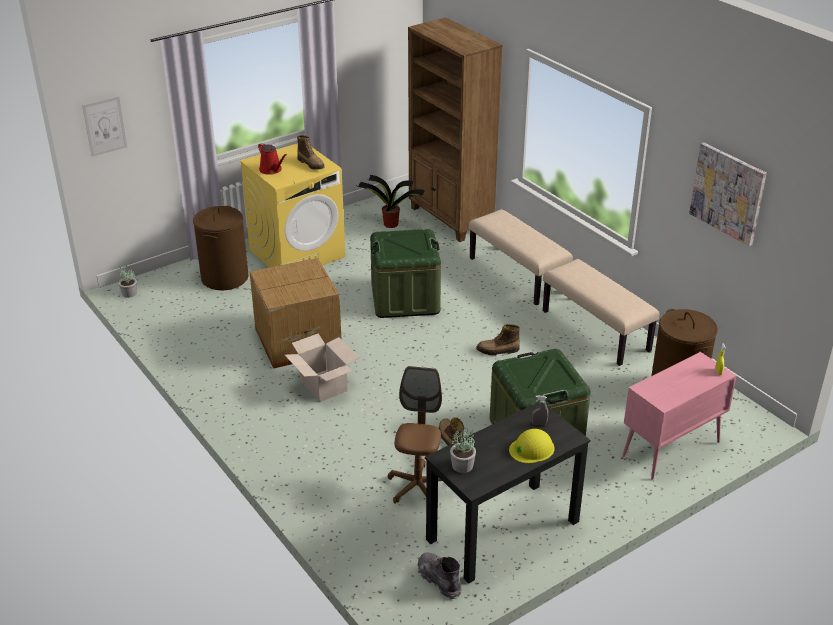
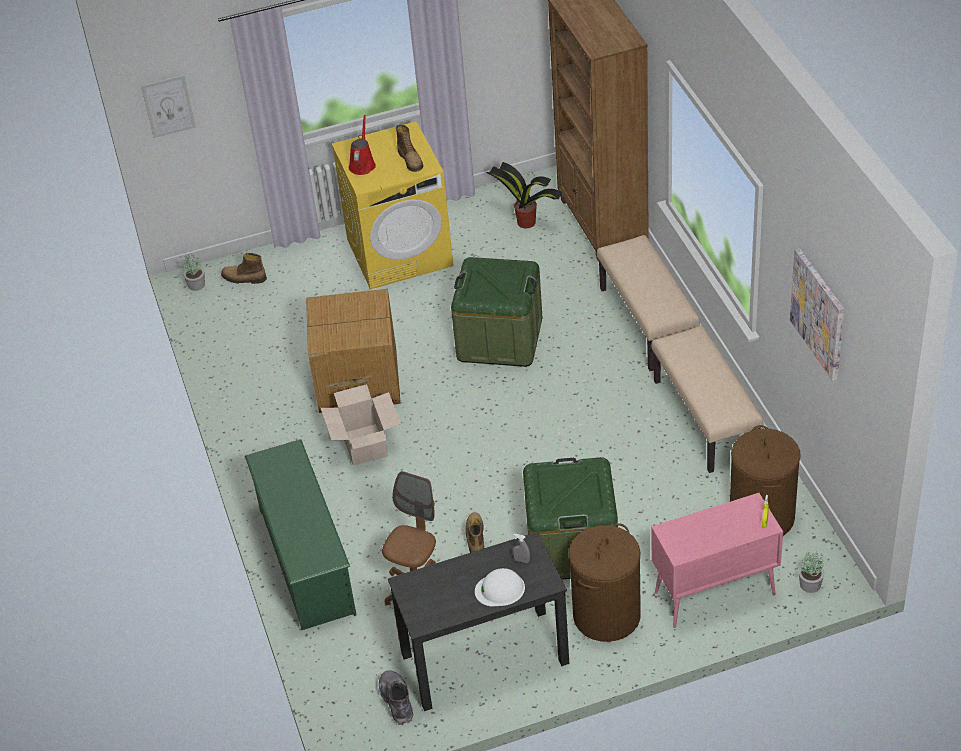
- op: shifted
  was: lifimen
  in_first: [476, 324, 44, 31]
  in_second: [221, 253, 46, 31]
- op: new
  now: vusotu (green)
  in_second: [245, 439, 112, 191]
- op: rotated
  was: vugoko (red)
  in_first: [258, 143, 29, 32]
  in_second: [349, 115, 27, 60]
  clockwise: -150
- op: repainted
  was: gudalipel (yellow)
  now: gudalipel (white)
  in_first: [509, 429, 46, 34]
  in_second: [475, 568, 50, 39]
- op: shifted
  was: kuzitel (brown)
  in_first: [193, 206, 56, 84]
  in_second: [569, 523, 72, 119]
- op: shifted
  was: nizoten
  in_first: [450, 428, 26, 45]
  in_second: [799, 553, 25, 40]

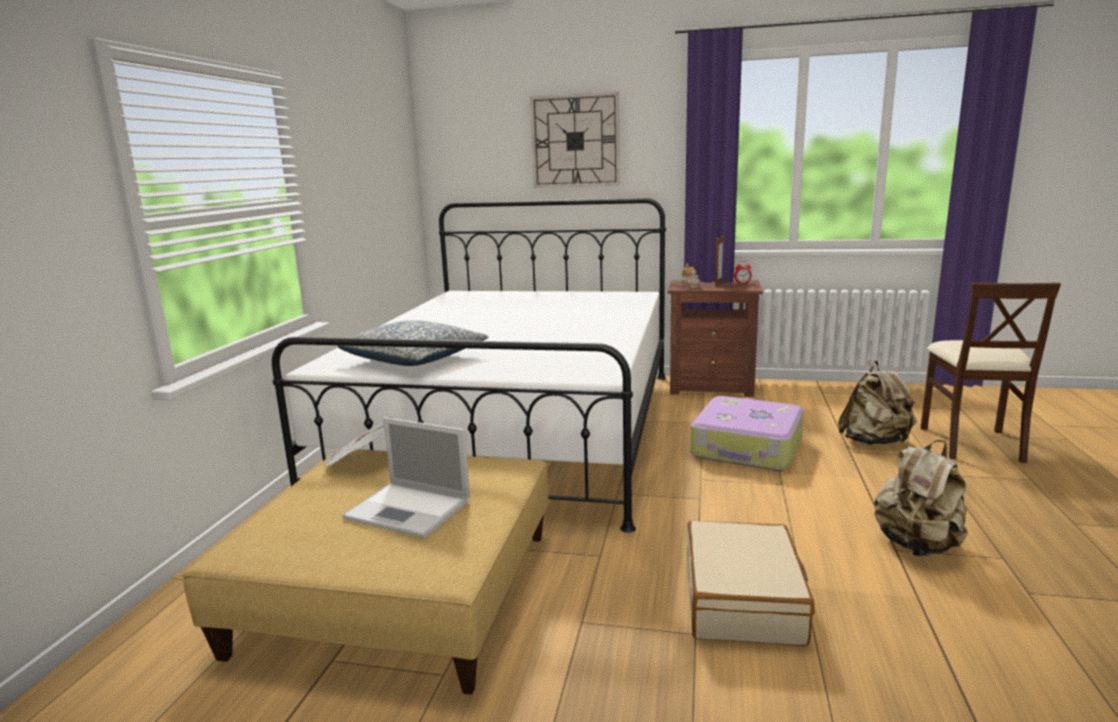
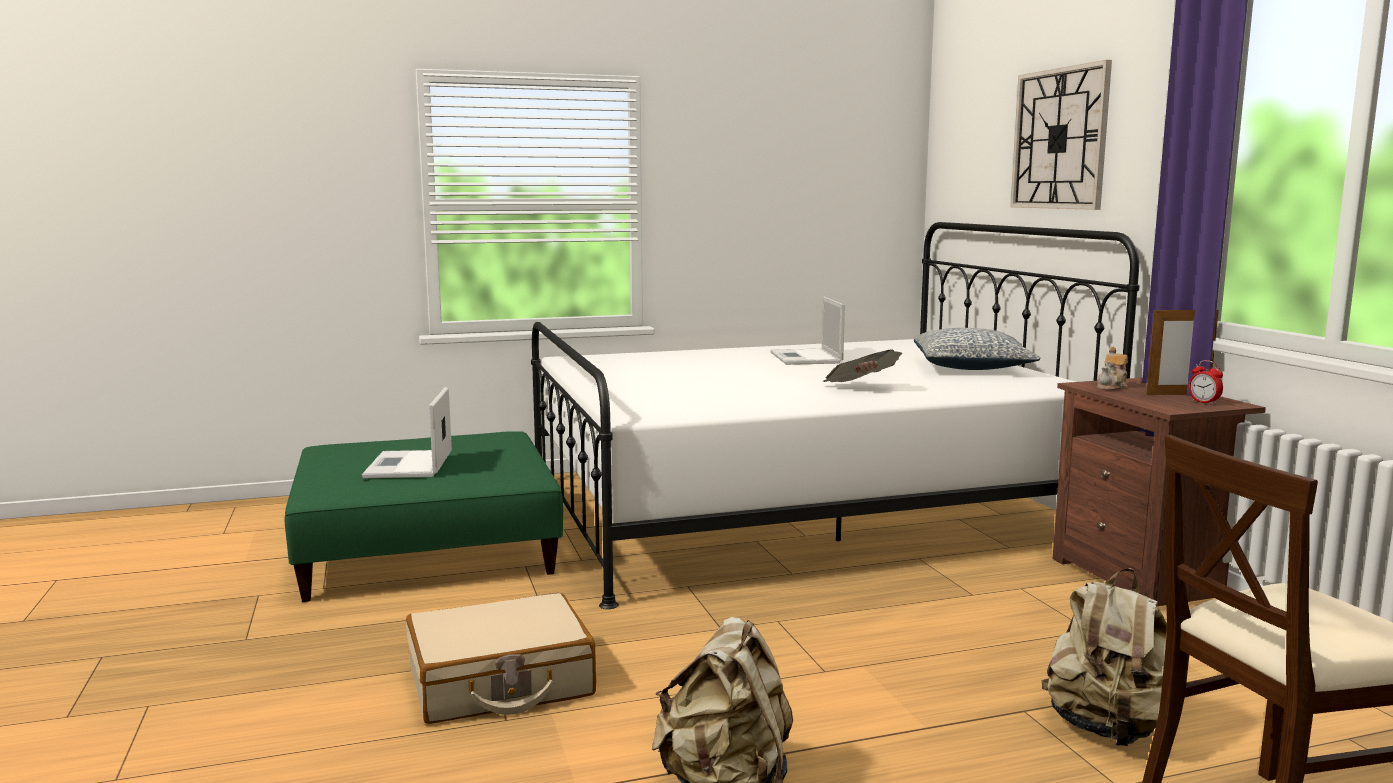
- op: repainted
  was: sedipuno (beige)
  now: sedipuno (green)
  in_first: [181, 449, 368, 246]
  in_second: [284, 431, 279, 171]
- op: new
  now: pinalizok
  in_second: [770, 296, 75, 69]
- op: shifted
  was: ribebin
  in_first: [323, 417, 71, 52]
  in_second: [823, 349, 79, 33]
- op: shifted
  was: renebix
  in_first: [338, 320, 151, 46]
  in_second: [914, 328, 127, 42]
- op: gone
  was: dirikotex
  in_first: [690, 396, 114, 75]

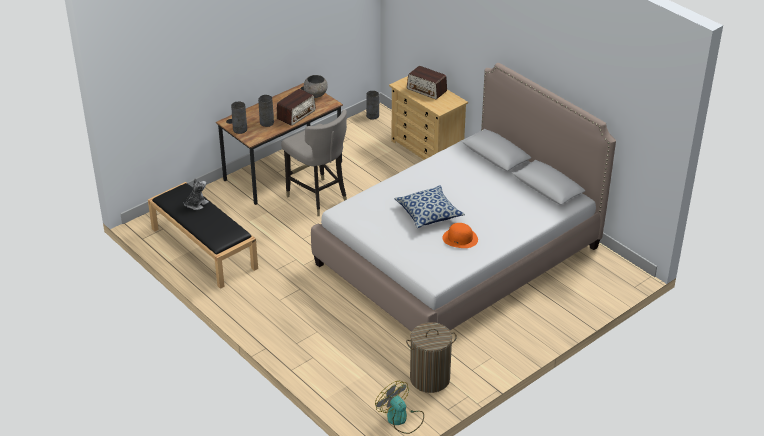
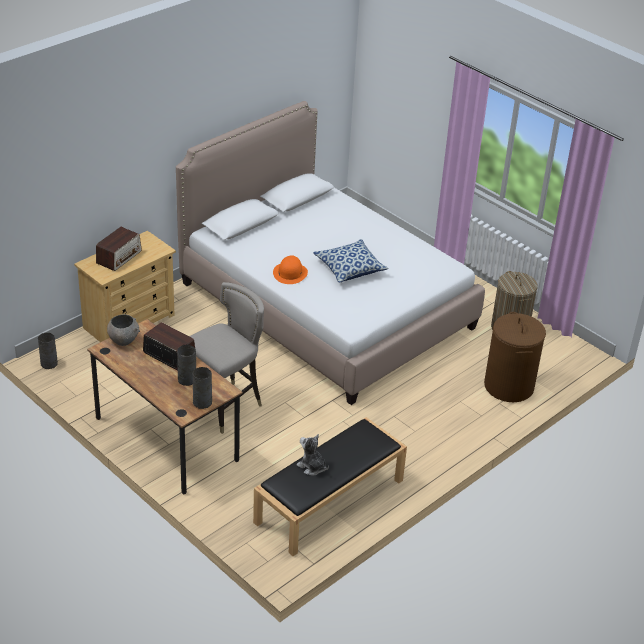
- op: shifted
  was: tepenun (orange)
  in_first: [442, 223, 36, 25]
  in_second: [273, 255, 35, 29]
- op: new
  now: kuzitel (brown)
  in_second: [484, 312, 62, 90]
- op: gone
  was: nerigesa
  in_first: [375, 381, 49, 53]

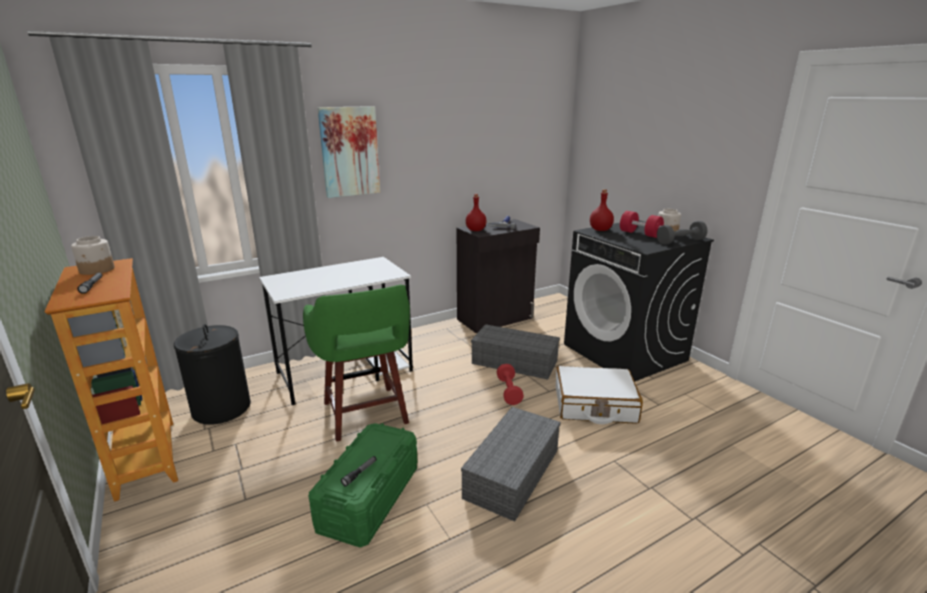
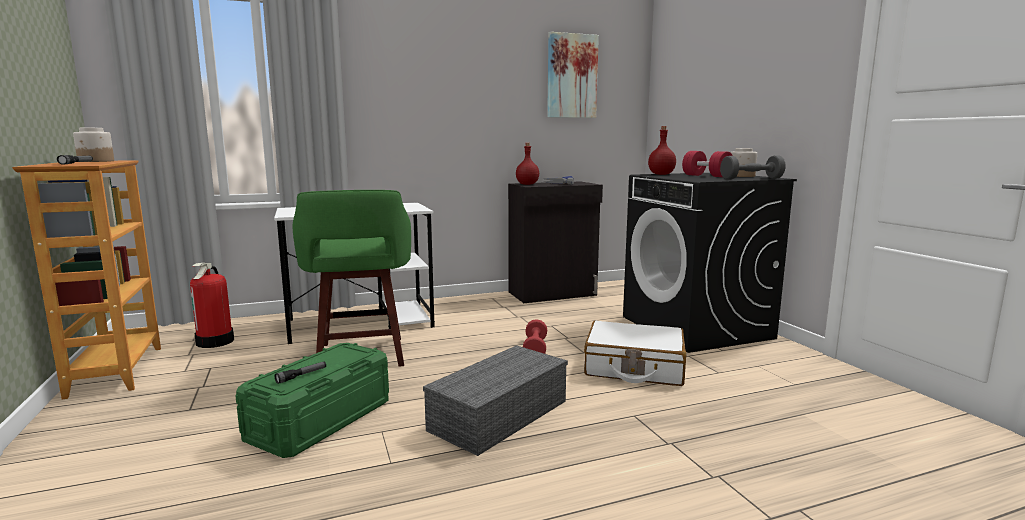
- op: swapped
  was: kuzitel (black)
  now: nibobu
  in_first: [174, 324, 77, 101]
  in_second: [190, 263, 44, 85]
- op: shifted
  was: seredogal
  in_first: [318, 106, 62, 92]
  in_second: [547, 32, 52, 86]
- op: gone
  was: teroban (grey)
  in_first: [471, 324, 89, 56]

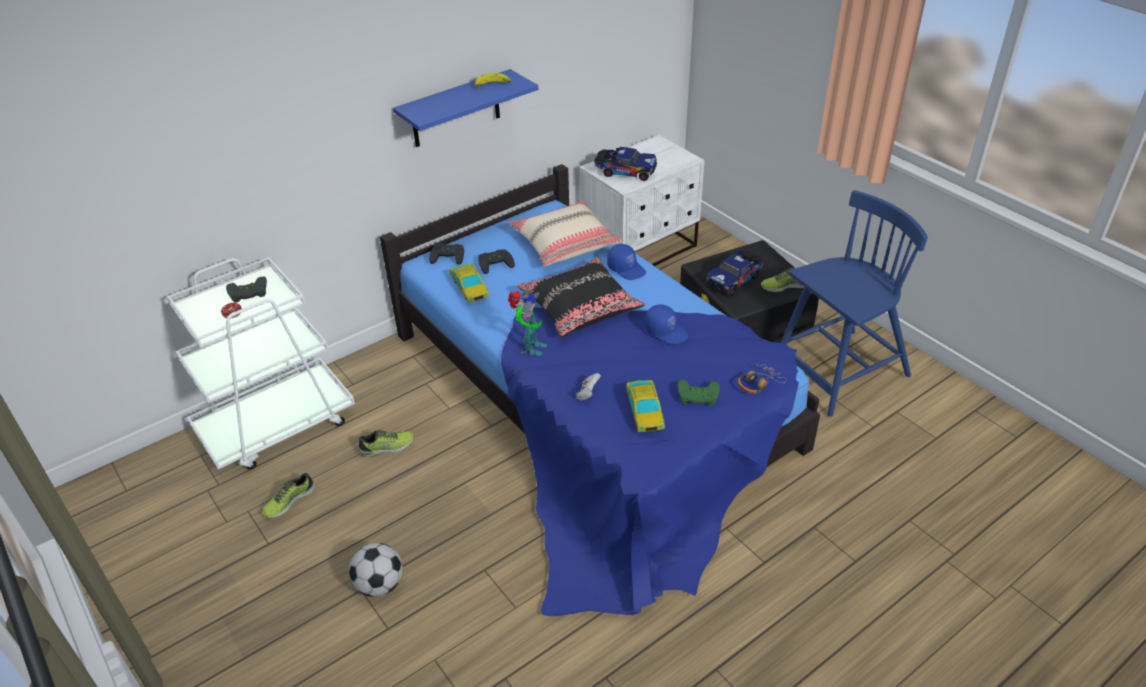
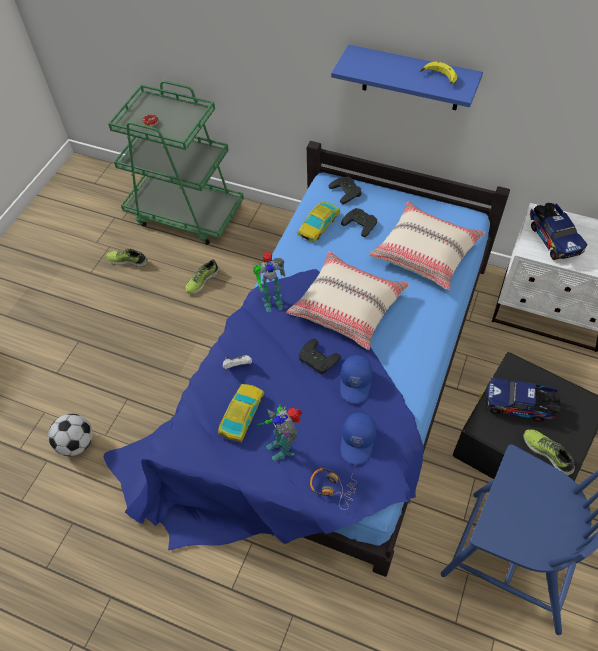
- op: shifted
  was: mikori
  in_first: [349, 543, 54, 54]
  in_second: [48, 414, 45, 42]
- op: repainted
  was: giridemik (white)
  now: giridemik (green)
  in_first: [167, 257, 188, 213]
  in_second: [108, 81, 136, 164]
- op: rotated
  was: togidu
  in_first: [358, 430, 56, 27]
  in_second: [185, 260, 34, 34]
  clockwise: 90
- op: rotated
  was: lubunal
  in_first: [626, 380, 39, 52]
  in_second: [218, 384, 47, 59]
  clockwise: 150
- op: swapped
  was: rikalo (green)
  now: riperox
  in_first: [678, 379, 42, 26]
  in_second: [258, 405, 44, 56]
- op: repainted
  was: renebix (black)
  now: renebix (beige)
  in_first: [517, 257, 128, 80]
  in_second: [286, 252, 123, 98]
- op: shifted
  was: rikalo (black)
  in_first: [226, 276, 41, 27]
  in_second: [299, 339, 42, 36]
- op: shifted
  was: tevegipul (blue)
  in_first: [607, 244, 39, 36]
  in_second: [341, 413, 35, 51]

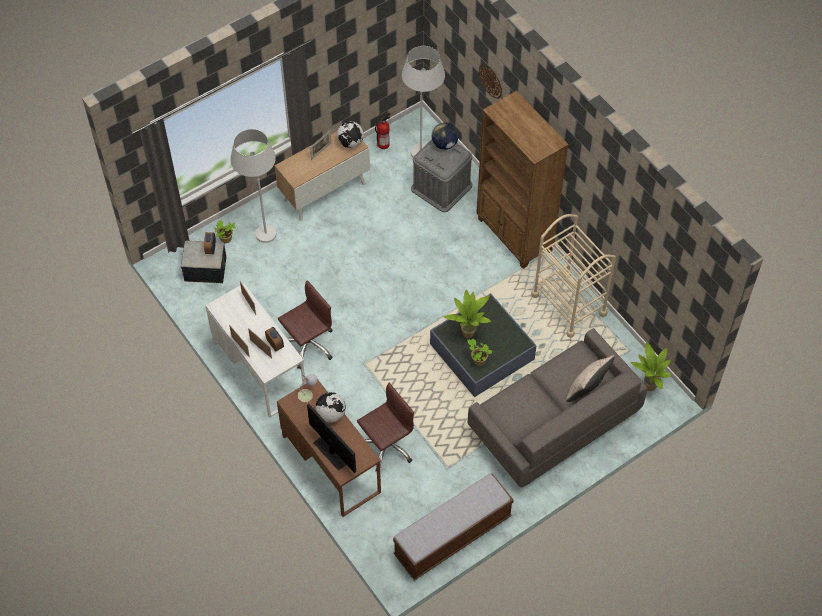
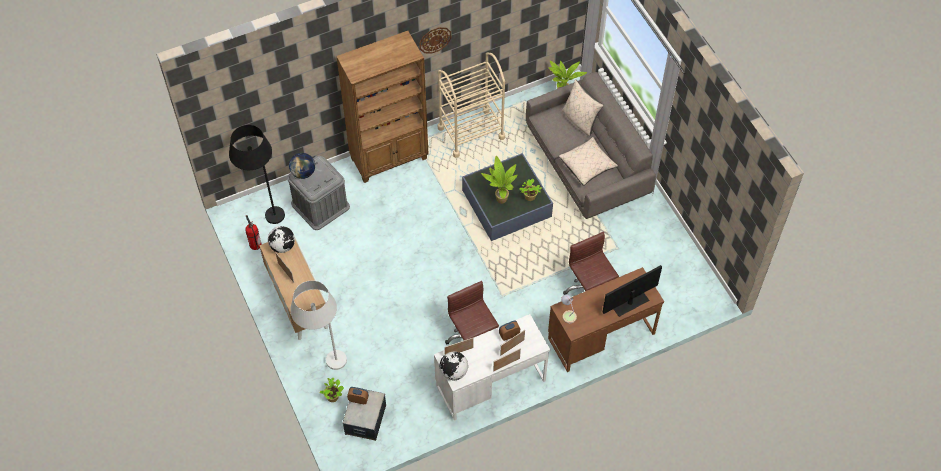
- op: repainted
  was: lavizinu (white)
  now: lavizinu (black)
  in_first: [402, 46, 43, 111]
  in_second: [229, 125, 56, 99]
- op: shifted
  was: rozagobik
  in_first: [479, 64, 23, 35]
  in_second: [419, 27, 32, 27]
- op: shifted
  was: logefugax
  in_first: [315, 392, 31, 31]
  in_second: [440, 352, 28, 28]
- op: new
  now: renebix (beige)
  in_second: [559, 137, 59, 49]
- op: gone
  was: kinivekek
  in_first: [393, 474, 121, 107]

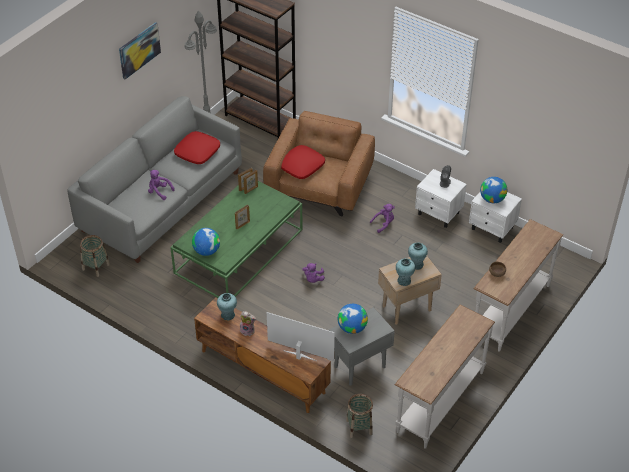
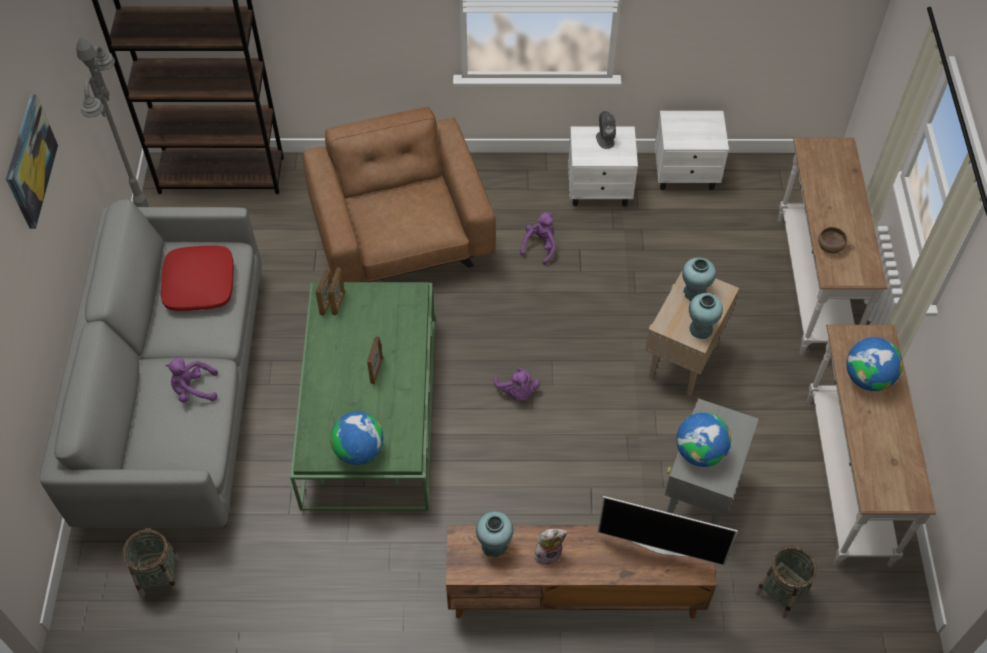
- op: rotated
  was: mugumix
  in_first: [267, 312, 68, 49]
  in_second: [597, 496, 141, 70]
  clockwise: -150
- op: shifted
  was: logefugax
  in_first: [480, 177, 27, 26]
  in_second: [846, 337, 57, 54]
- op: gone
  was: renebix (red)
  in_first: [281, 145, 44, 34]

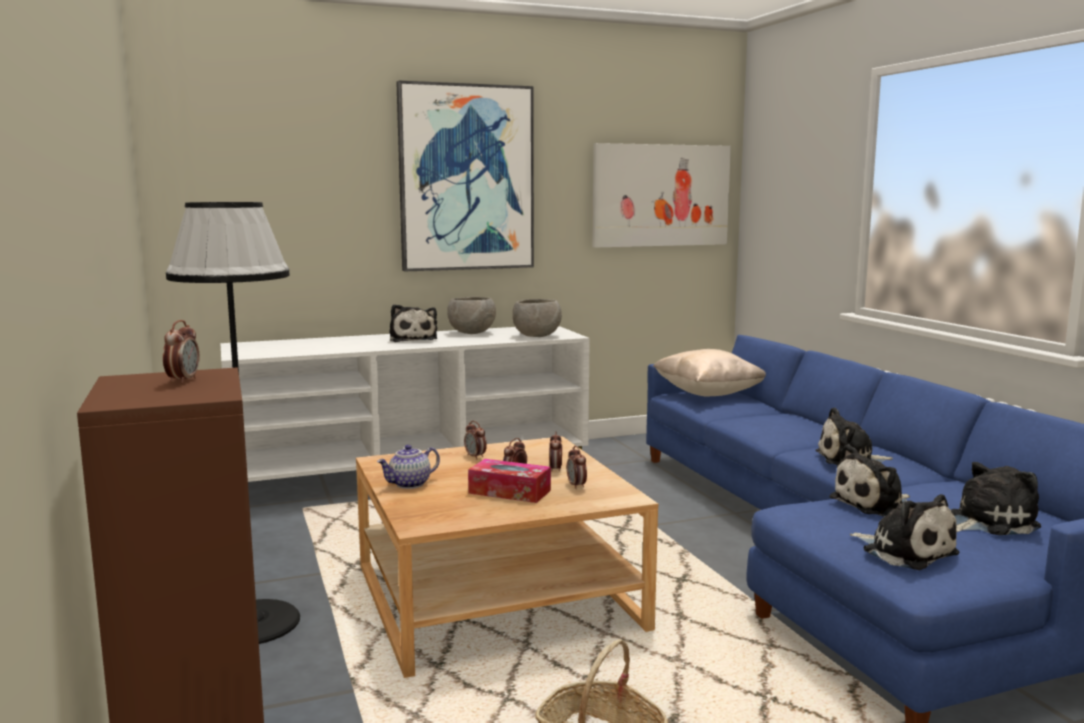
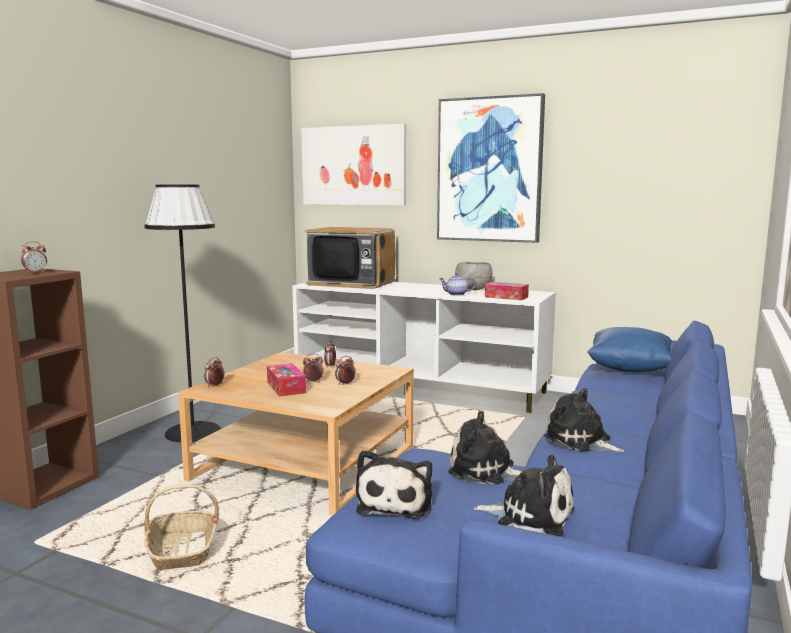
- op: shifted
  was: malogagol
  in_first: [567, 446, 20, 43]
  in_second: [204, 357, 21, 30]
- op: shifted
  was: seredogal
  in_first: [592, 143, 139, 105]
  in_second: [301, 124, 105, 81]
- op: new
  now: mugumix
  in_second: [304, 227, 92, 62]
- op: shifted
  was: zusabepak
  in_first: [377, 445, 63, 44]
  in_second: [439, 273, 36, 23]
- op: swapped
  was: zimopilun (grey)
  now: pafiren
  in_first: [512, 299, 50, 38]
  in_second: [485, 282, 44, 18]
- op: repainted
  was: renebix (beige)
  now: renebix (blue)
  in_first: [653, 349, 113, 47]
  in_second: [588, 327, 84, 45]
- op: gone
  was: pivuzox
  in_first: [389, 304, 48, 38]

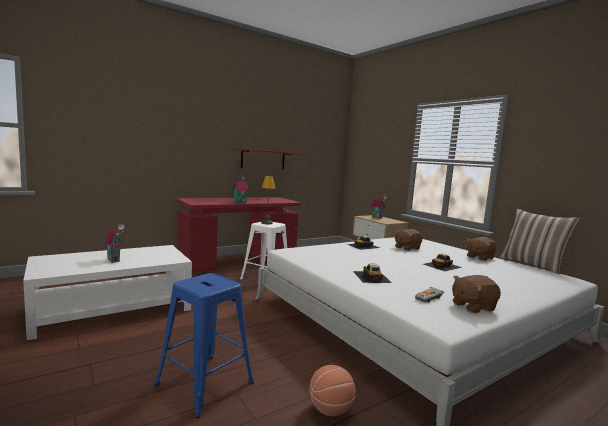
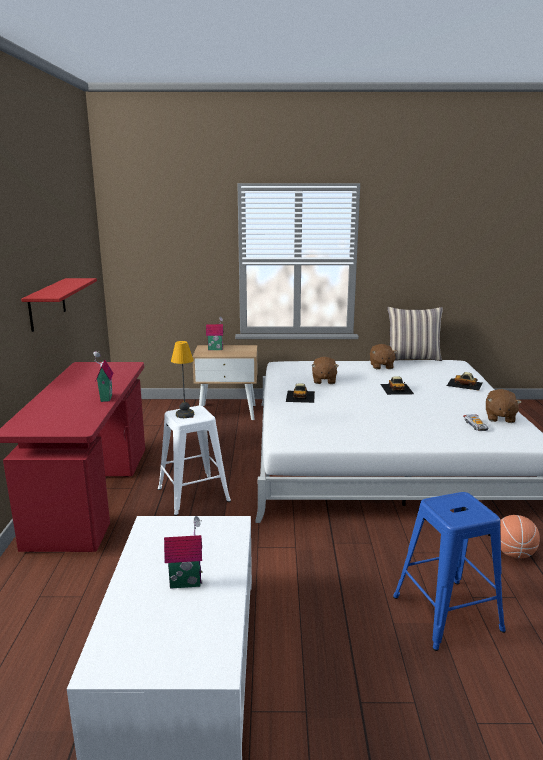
- op: shifted
  was: lubunal
  in_first: [353, 264, 39, 19]
  in_second: [447, 372, 35, 18]

